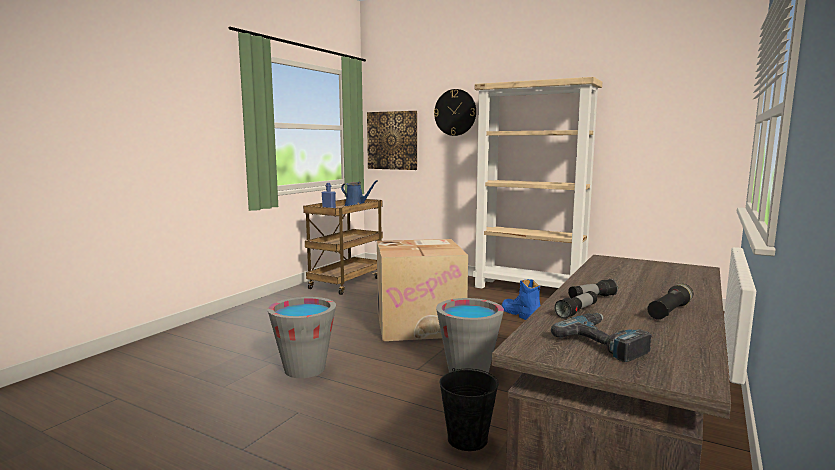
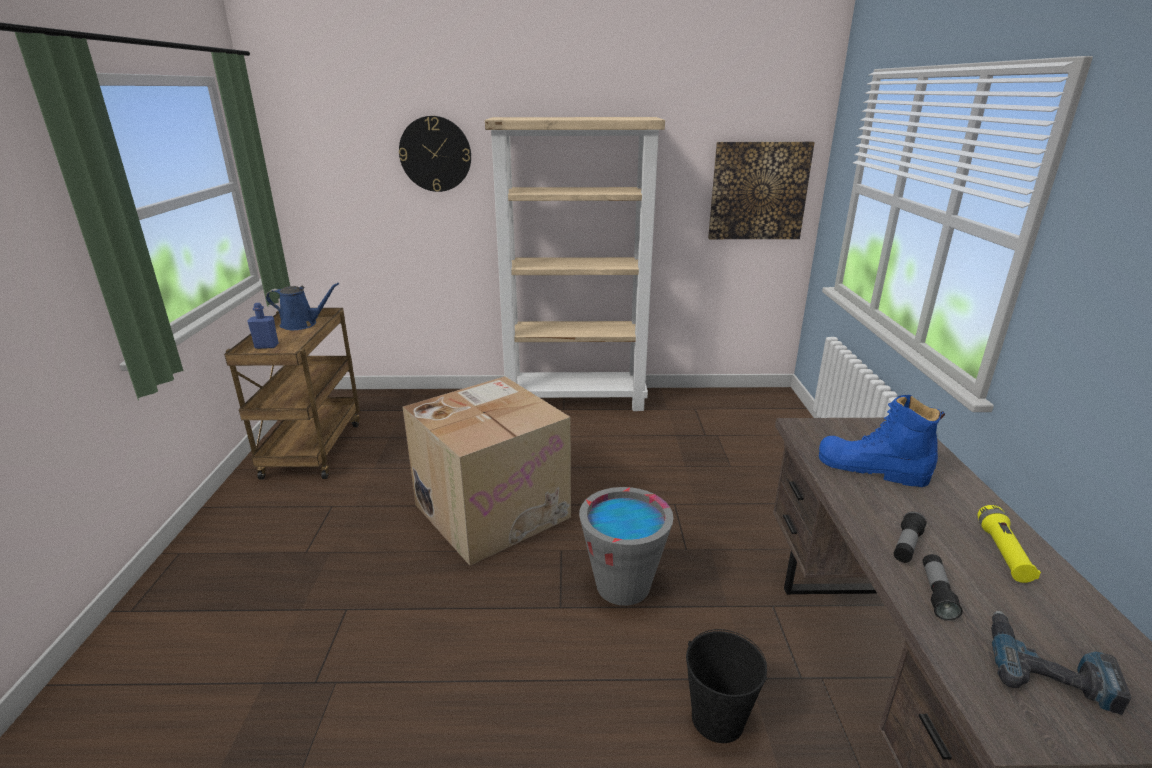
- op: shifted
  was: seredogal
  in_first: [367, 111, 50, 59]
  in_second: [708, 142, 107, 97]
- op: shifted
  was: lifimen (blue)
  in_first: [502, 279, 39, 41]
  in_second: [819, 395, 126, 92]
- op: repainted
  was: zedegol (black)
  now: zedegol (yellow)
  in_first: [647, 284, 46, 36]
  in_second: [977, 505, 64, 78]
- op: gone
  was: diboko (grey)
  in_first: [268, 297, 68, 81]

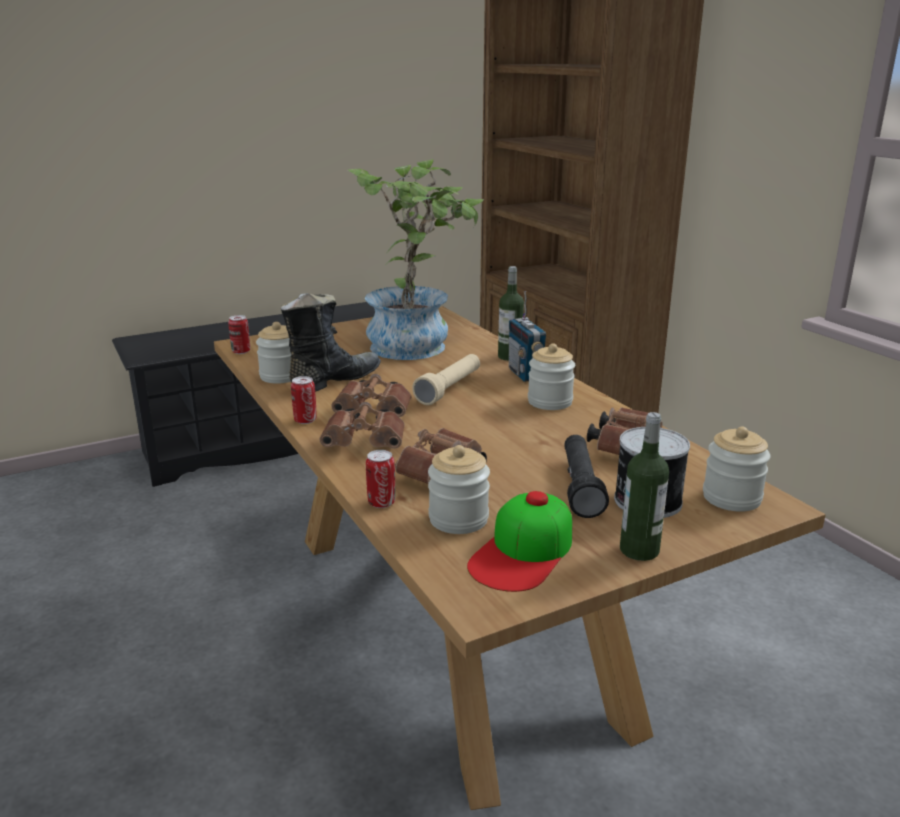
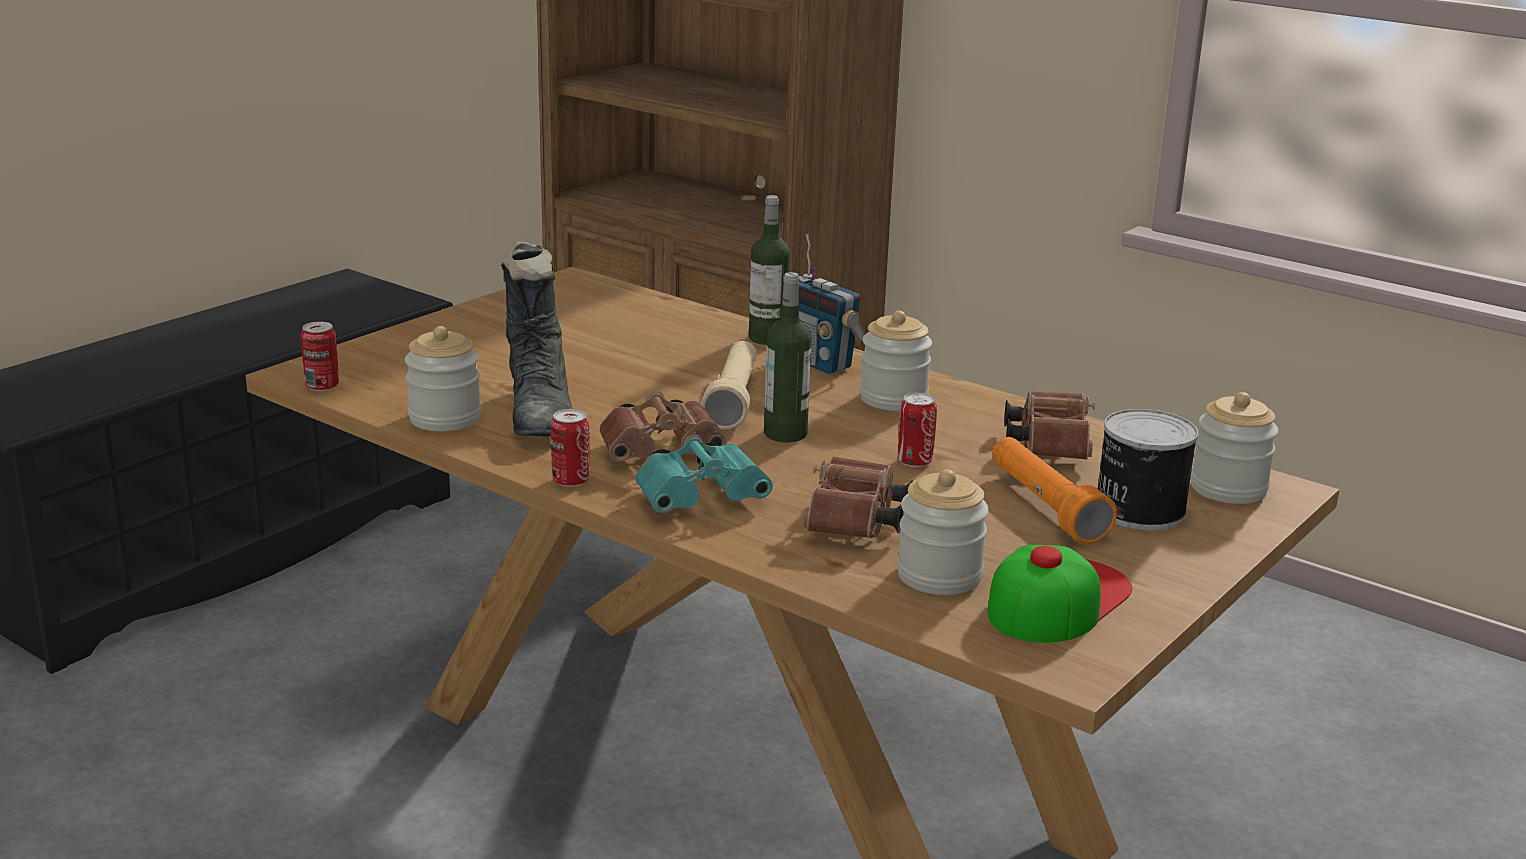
- op: rotated
  was: lifimen (black)
  in_first: [281, 293, 100, 99]
  in_second: [501, 241, 71, 196]
  clockwise: 150
- op: repainted
  was: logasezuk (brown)
  now: logasezuk (turquoise)
  in_first: [320, 402, 85, 47]
  in_second: [635, 434, 138, 79]
- op: shifted
  was: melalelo
  in_first: [620, 412, 49, 149]
  in_second: [764, 272, 48, 170]
- op: shifted
  was: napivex
  in_first: [366, 450, 29, 58]
  in_second: [898, 392, 39, 75]
- op: rotated
  was: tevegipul
  in_first: [467, 491, 105, 101]
  in_second: [987, 545, 145, 98]
  clockwise: -150
- op: repainted
  was: zedegol (black)
  now: zedegol (orange)
  in_first: [564, 435, 45, 83]
  in_second: [992, 437, 125, 107]
- op: gone
  was: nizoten
  in_first: [348, 159, 136, 201]

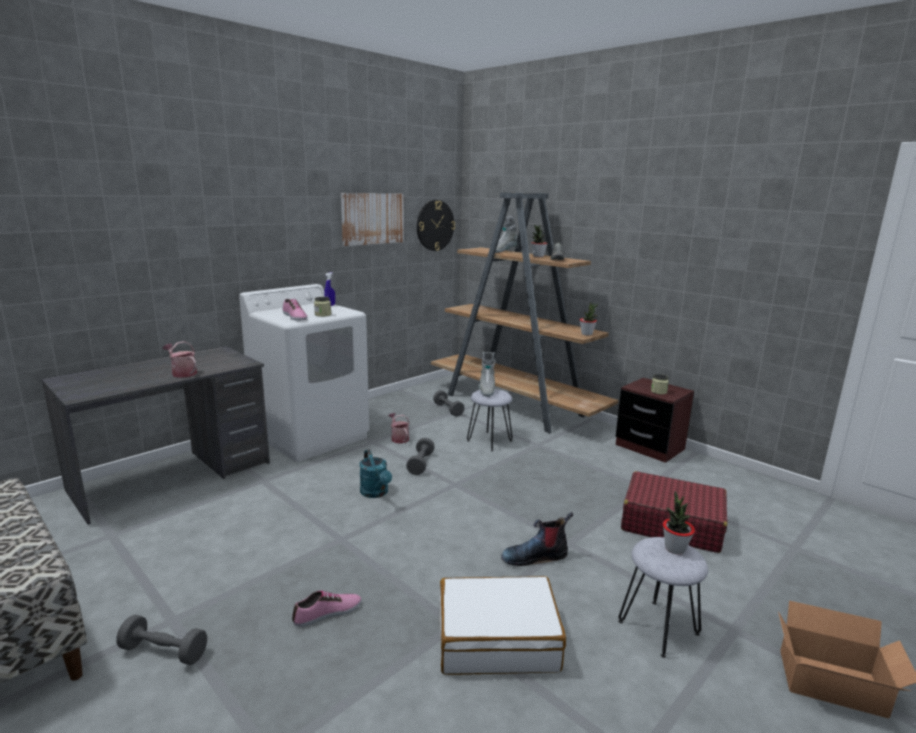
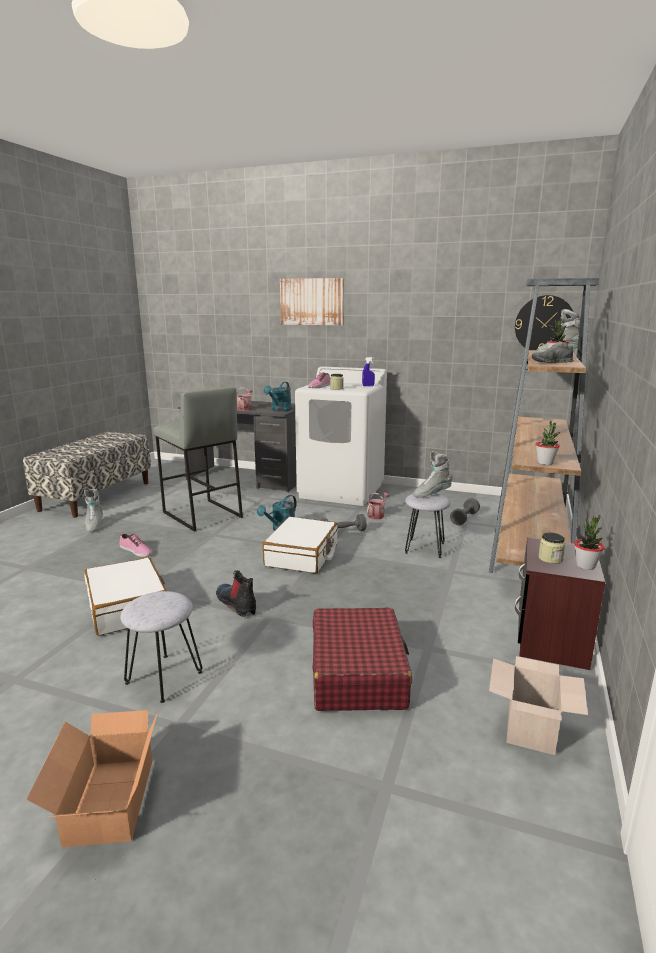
- op: swapped
  was: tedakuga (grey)
  now: lifimen (grey)
  in_first: [117, 615, 90, 50]
  in_second: [84, 489, 19, 44]
- op: new
  now: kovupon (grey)
  in_second: [153, 387, 90, 145]
- op: new
  now: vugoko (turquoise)
  in_second: [263, 382, 29, 30]
- op: new
  now: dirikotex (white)
  in_second: [263, 517, 75, 57]
- op: shifted
  was: seredogal
  in_first: [341, 193, 63, 53]
  in_second: [280, 278, 64, 47]
- op: new
  now: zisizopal
  in_second: [489, 656, 99, 99]
- op: shifted
  was: nizoten
  in_first: [663, 491, 32, 64]
  in_second: [574, 515, 30, 55]

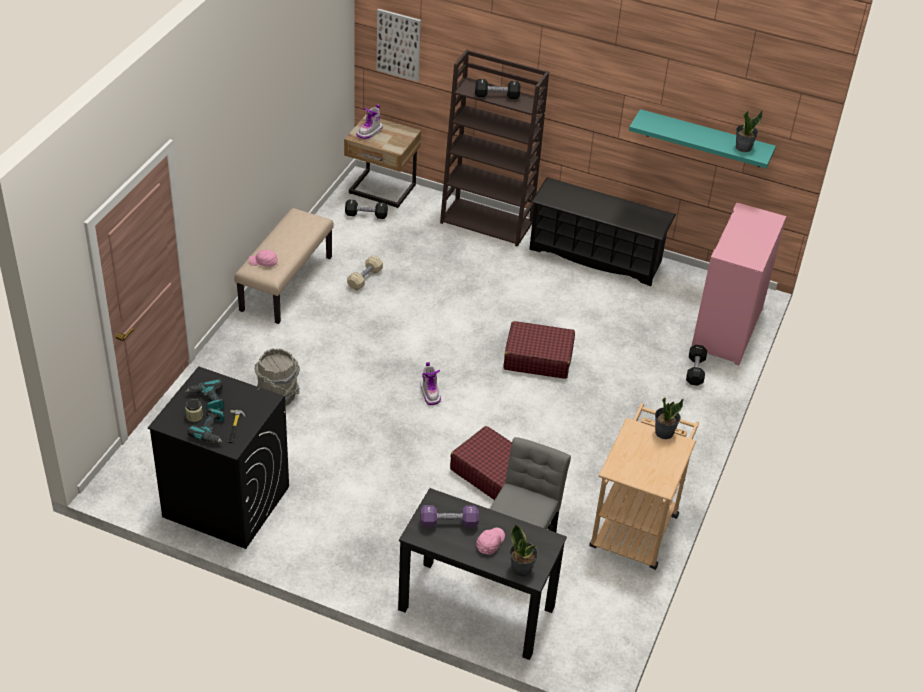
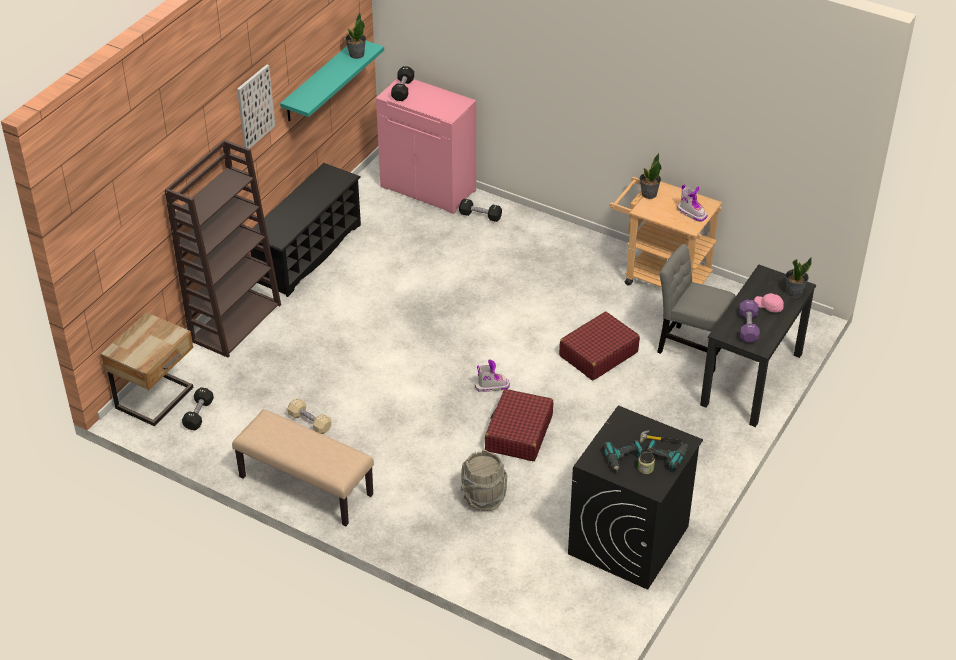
- op: shifted
  was: seredogal
  in_first: [377, 9, 44, 73]
  in_second: [237, 65, 38, 84]
- op: shifted
  was: tedakuga (black)
  in_first: [475, 79, 45, 20]
  in_second: [391, 66, 23, 35]
- op: shifted
  was: dirikotex (red)
  in_first: [503, 321, 72, 58]
  in_second: [485, 389, 68, 72]
- op: shifted
  was: lifimen
  in_first: [356, 104, 27, 35]
  in_second: [677, 184, 30, 38]
- op: gone
  was: tevegipul (pink)
  in_first: [249, 250, 29, 17]

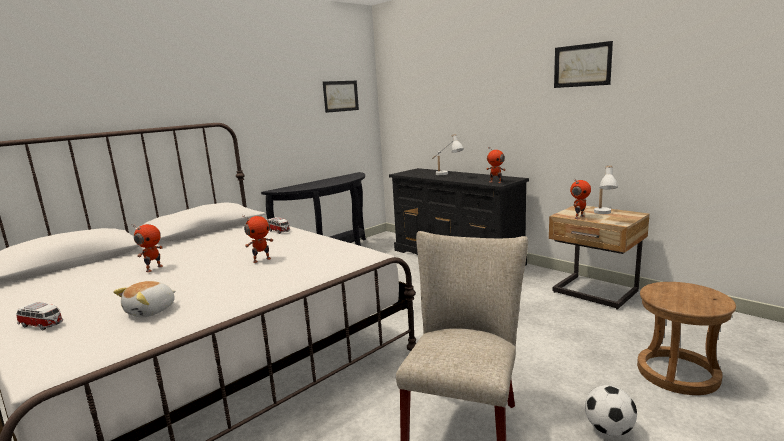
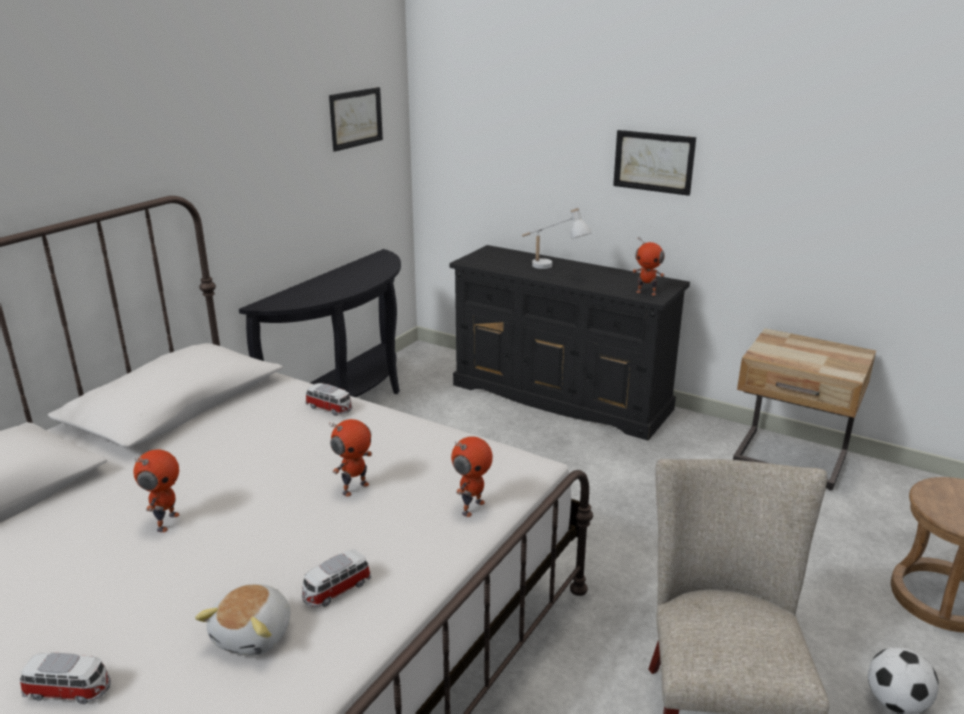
- op: new
  now: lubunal
  in_second: [302, 550, 69, 57]
- op: shifted
  was: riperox
  in_first: [570, 179, 21, 40]
  in_second: [451, 436, 42, 81]
- op: shifted
  was: seredogal
  in_first: [554, 41, 59, 47]
  in_second: [613, 130, 83, 66]
- op: gone
  was: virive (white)
  in_first: [594, 165, 24, 49]

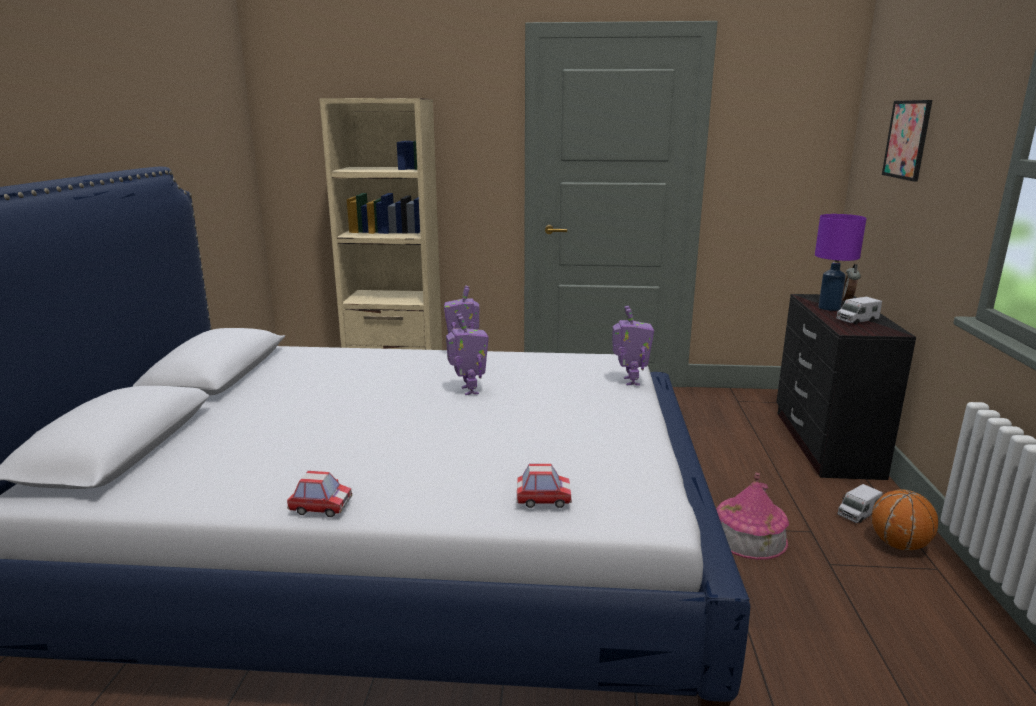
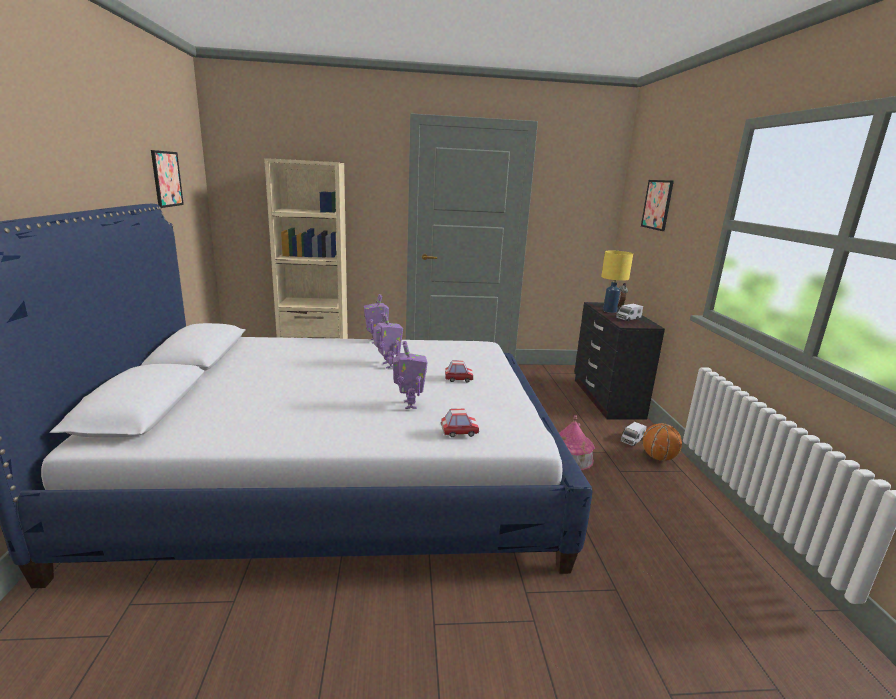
- op: new
  now: seredogal
  in_second: [151, 150, 33, 58]
- op: shifted
  was: riperox
  in_first: [612, 306, 42, 79]
  in_second: [393, 341, 35, 68]
- op: shifted
  was: lubunal
  in_first: [287, 471, 65, 46]
  in_second: [445, 360, 28, 22]
- op: repainted
  was: virive (purple)
  now: virive (yellow)
  in_first: [815, 214, 51, 97]
  in_second: [601, 250, 32, 63]

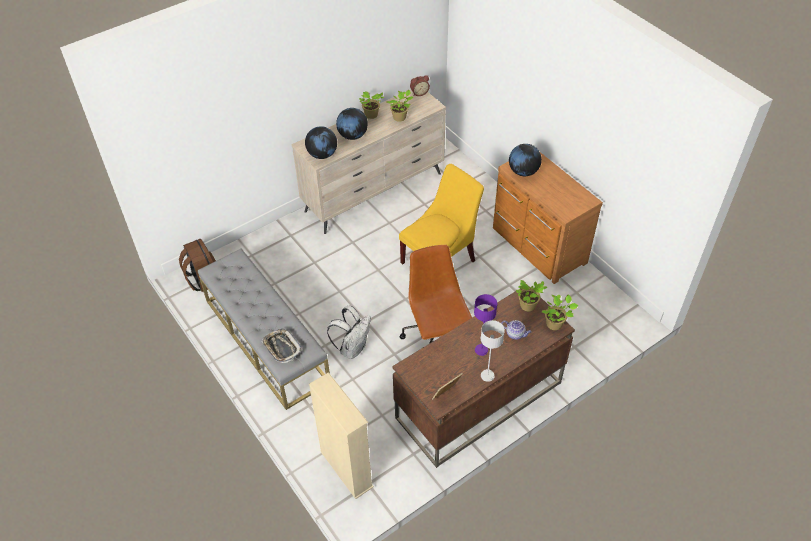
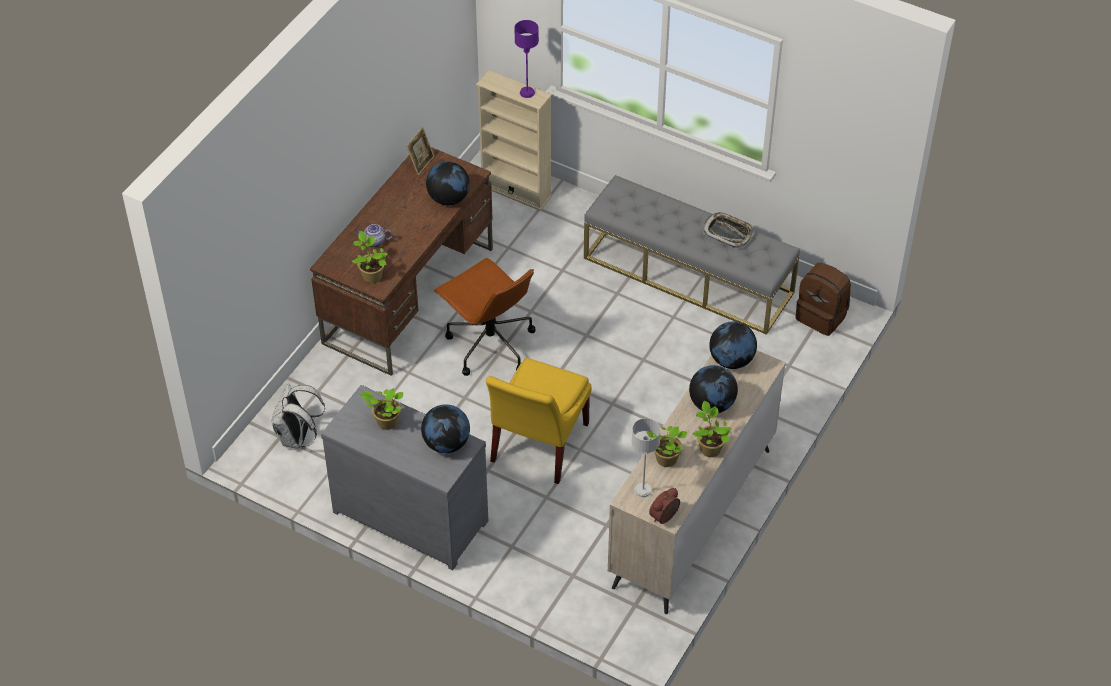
- op: shifted
  was: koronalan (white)
  in_first: [327, 306, 44, 53]
  in_second: [272, 383, 53, 66]
- op: repainted
  was: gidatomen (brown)
  now: gidatomen (grey)
  in_first: [493, 152, 110, 132]
  in_second: [321, 385, 167, 186]
- op: shifted
  was: nizoten
  in_first: [542, 294, 36, 36]
  in_second: [360, 388, 43, 42]
- op: new
  now: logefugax
  in_second: [426, 161, 44, 44]
- op: shifted
  was: virive (purple)
  in_first: [474, 294, 23, 62]
  in_second: [514, 20, 25, 78]
- op: shifted
  was: virive (grey)
  in_first: [481, 320, 24, 62]
  in_second: [632, 418, 29, 80]
- op: shifted
  was: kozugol
  in_first: [261, 329, 41, 34]
  in_second: [703, 212, 51, 36]

